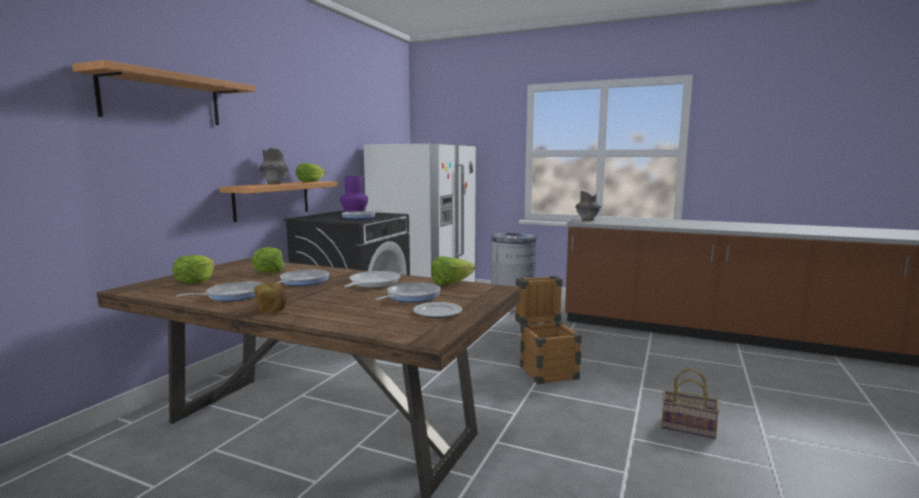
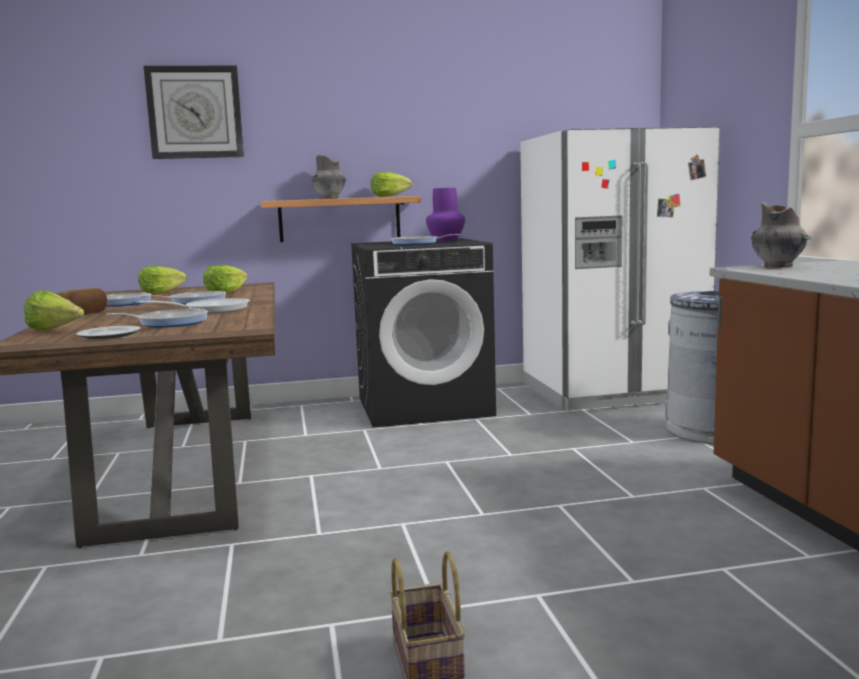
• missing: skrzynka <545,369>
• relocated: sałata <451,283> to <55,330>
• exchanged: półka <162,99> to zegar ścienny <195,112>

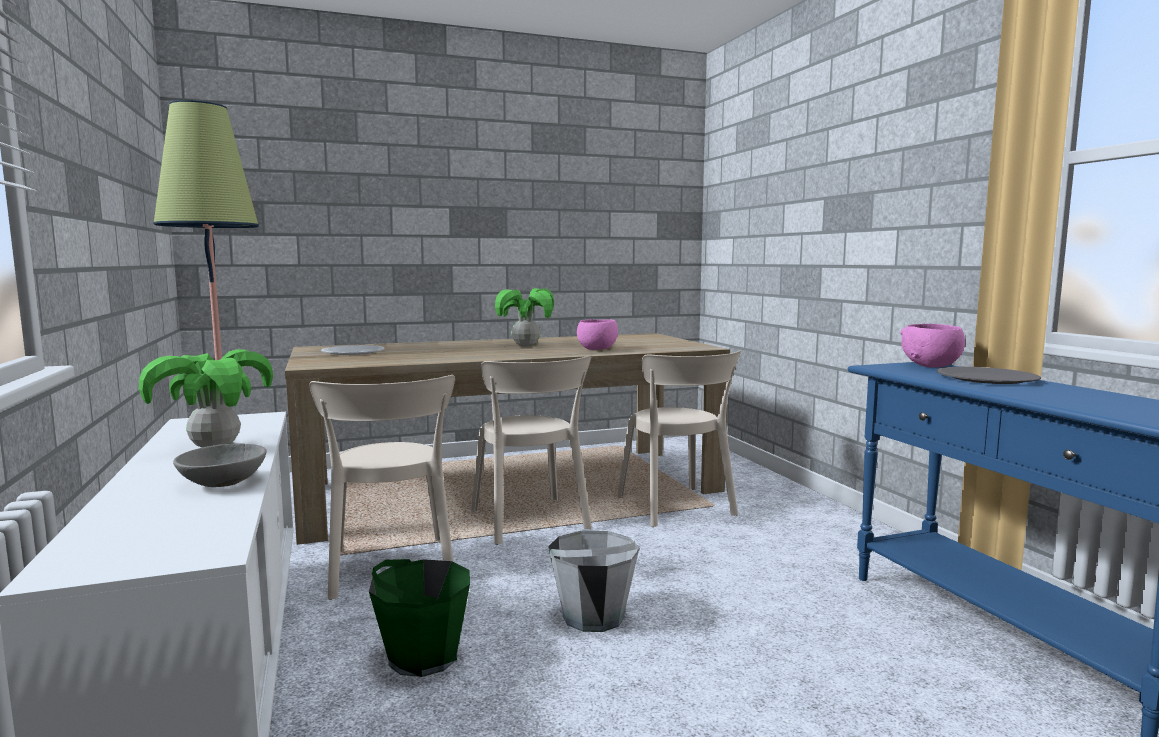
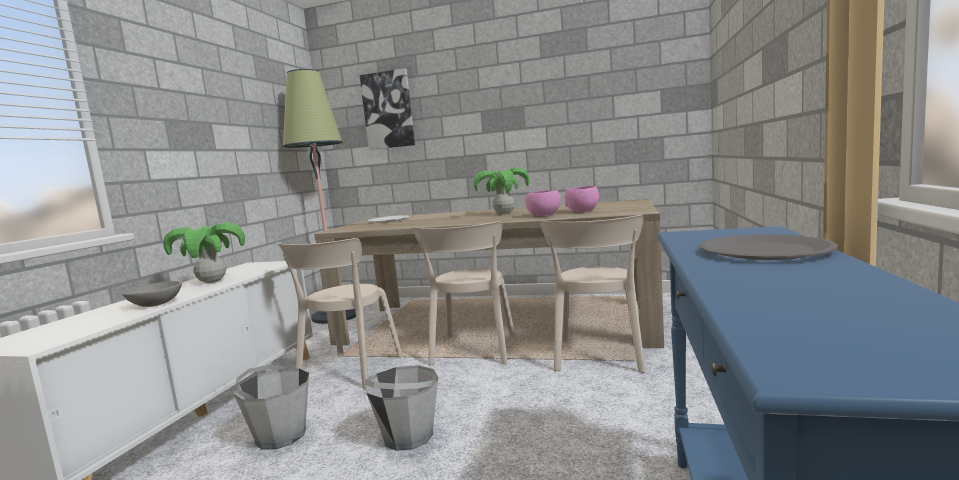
• appeared: obraz <388,110>
• relocated: miska [różowy] <932,366> to <582,211>
• colour: wiadro [zielony] <422,657> to wiadro [szary] <281,436>

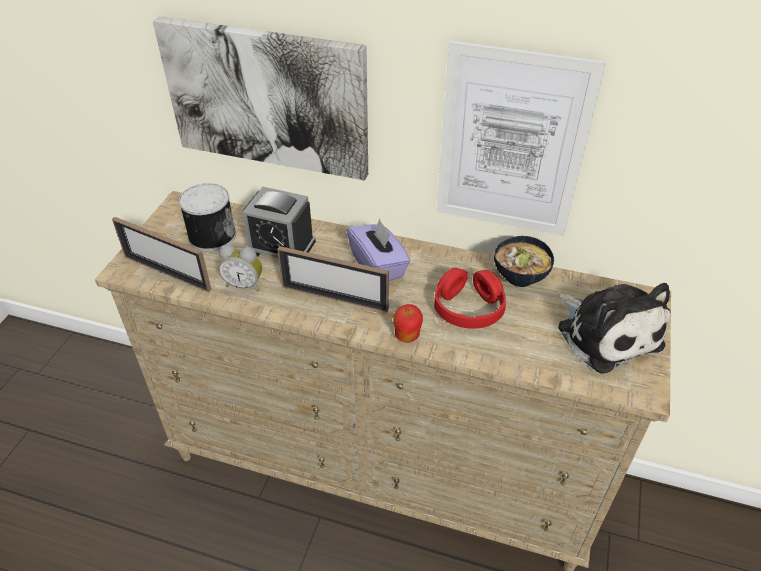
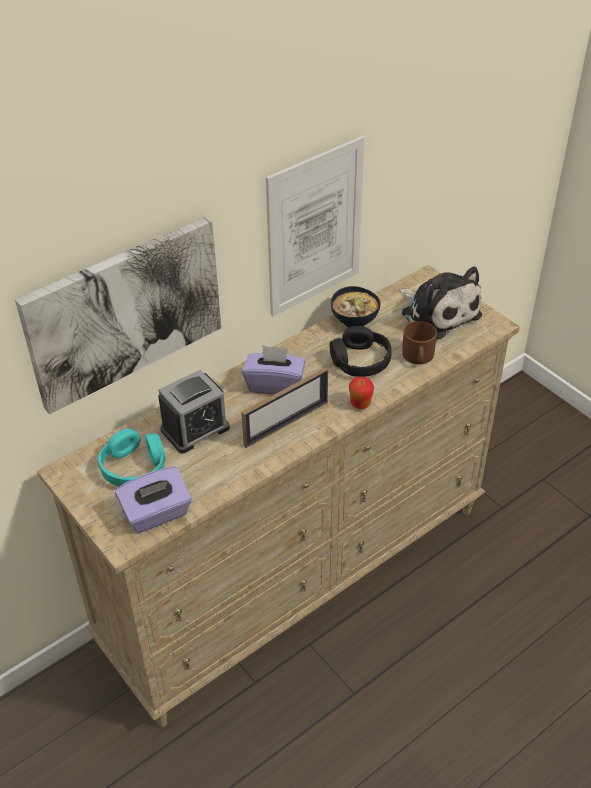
• missing: budzik <244,284>
• appeared: kubek [brązowy] <418,356>
• exchanged: ramka na zdjęcie <167,273> to pudełko chusteczek [fioletowy] <157,514>
• exchanged: puszka <211,235> to słuchawki [turkusowy] <134,467>
• colour: słuchawki [czerwony] <468,307> to słuchawki [czarny] <360,360>
• spun: pluszak <605,333> = <438,312> 45 degrees clockwise

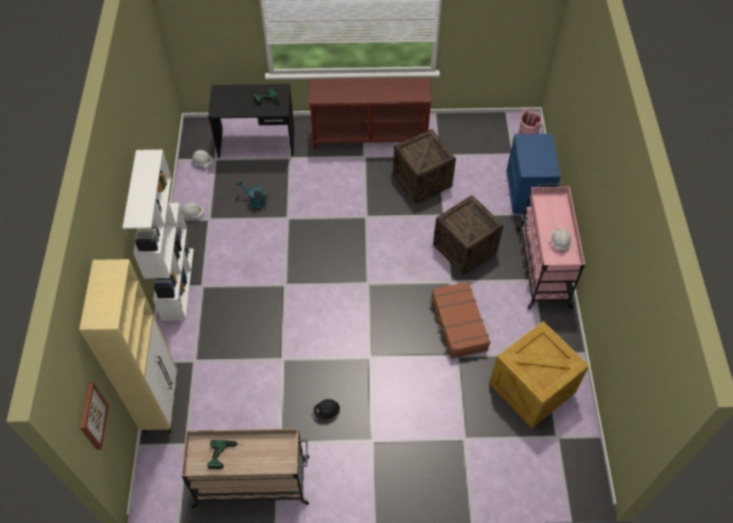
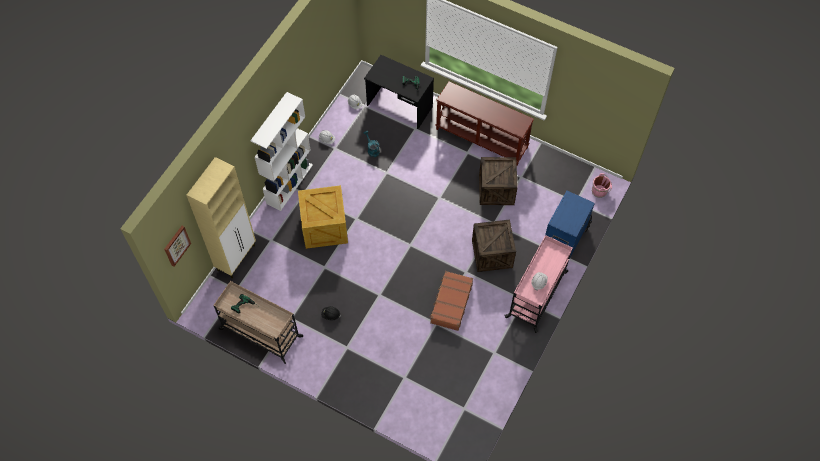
• relocated: skrzynka <530,387> to <324,226>

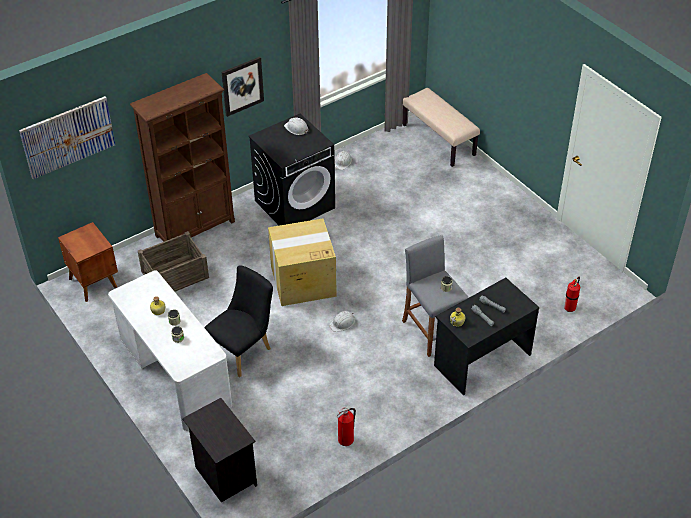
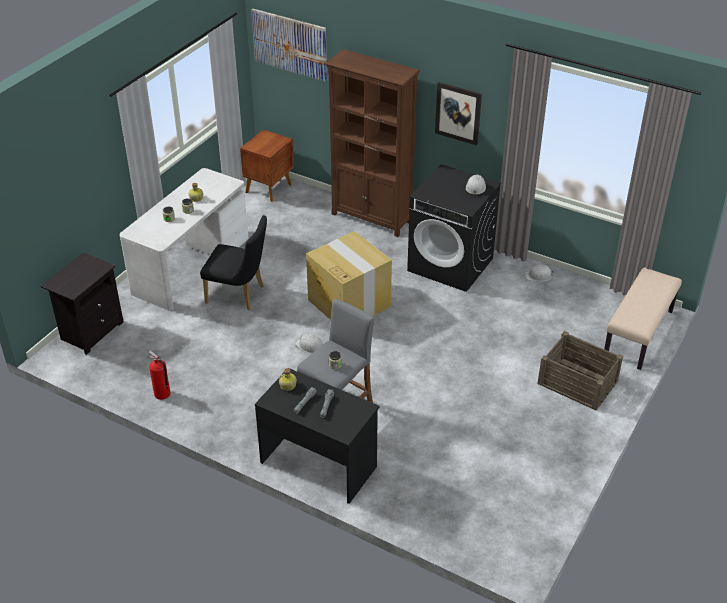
• missing: gaśnica <570,308>
• relocated: skrzynka <175,274> to <577,383>

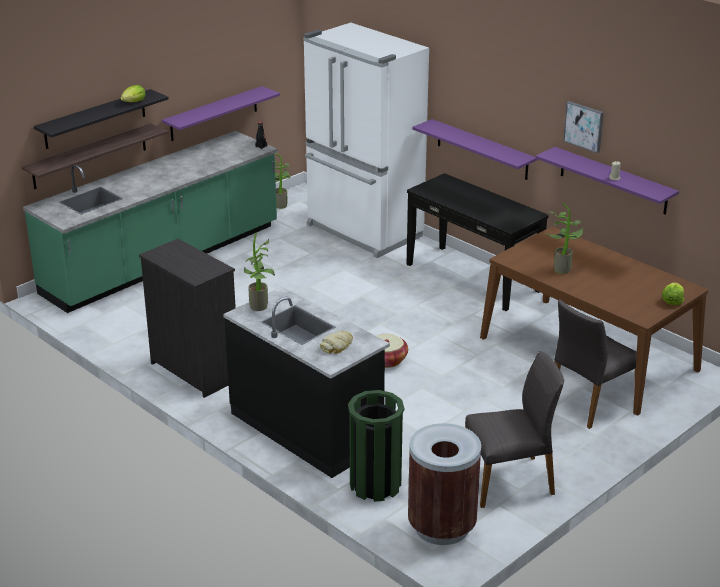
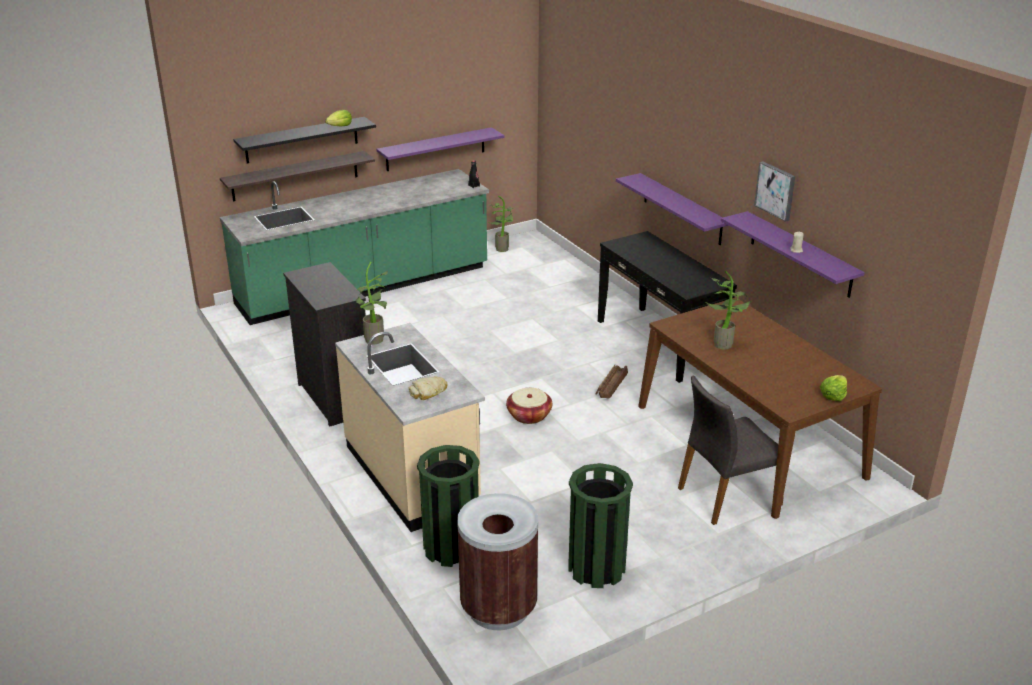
• missing: lodówka [biały] <363,232>
• appeared: skrzynka <611,386>
• exchanged: krzesło [szary] <509,480> to kosz na śmieci [zielony] <596,568>
• colour: zabudowa kuchenna [czarny] <307,429> to zabudowa kuchenna [beżowy] <413,475>

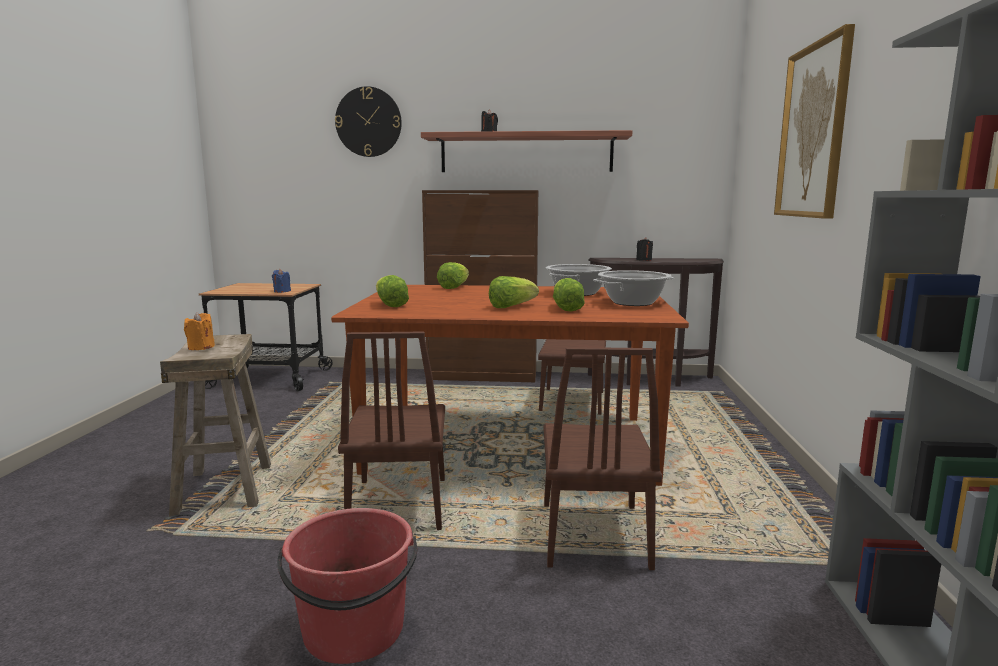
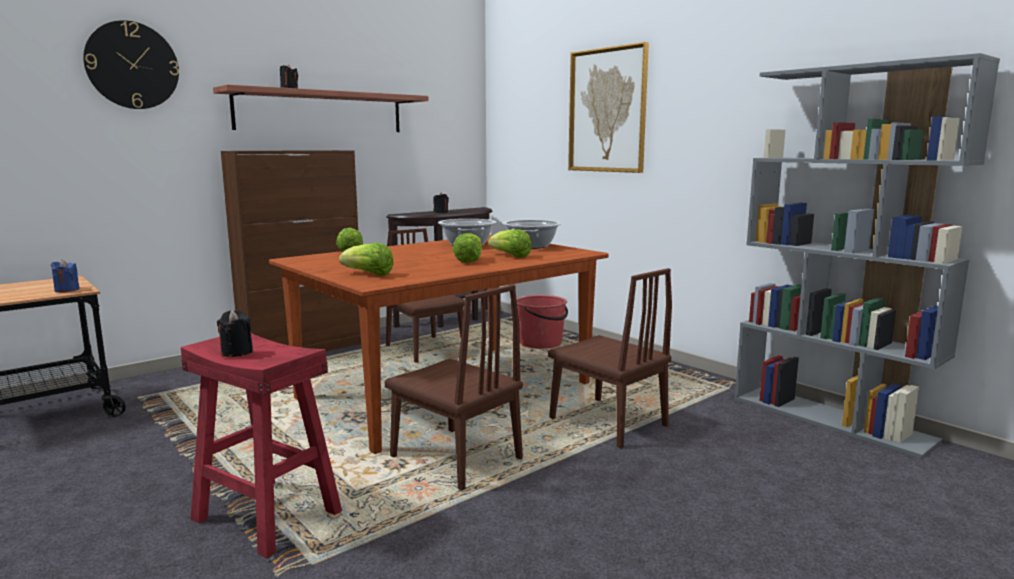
• relocated: wiadro [czerwony] <354,631> to <541,343>
• colour: stołek [beżowy] <223,488> to stołek [czerwony] <265,516>
• colour: świeca [pomarańczowy] <201,347> to świeca [czarny] <237,352>

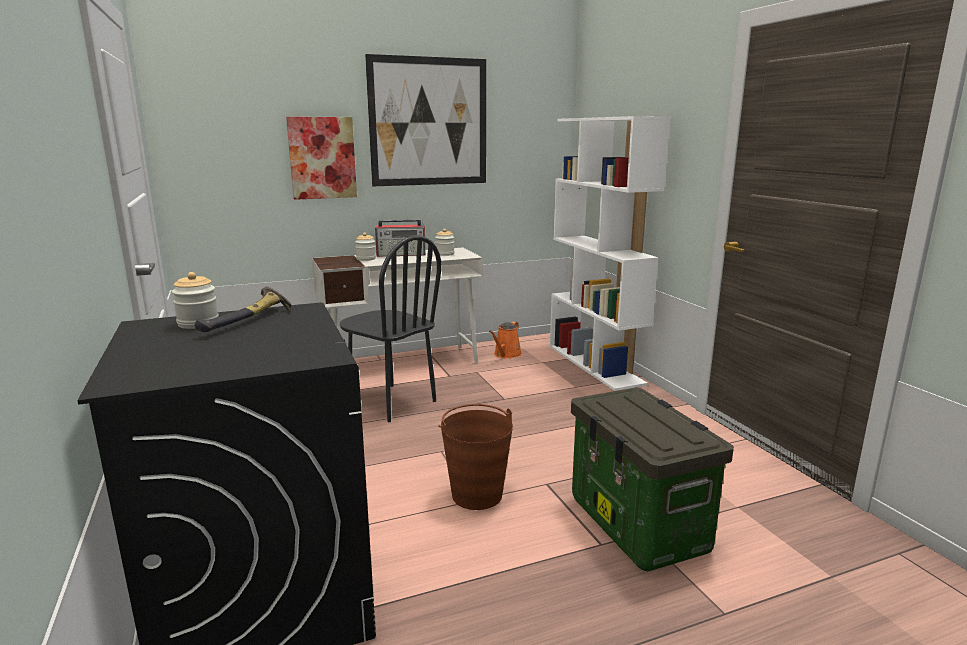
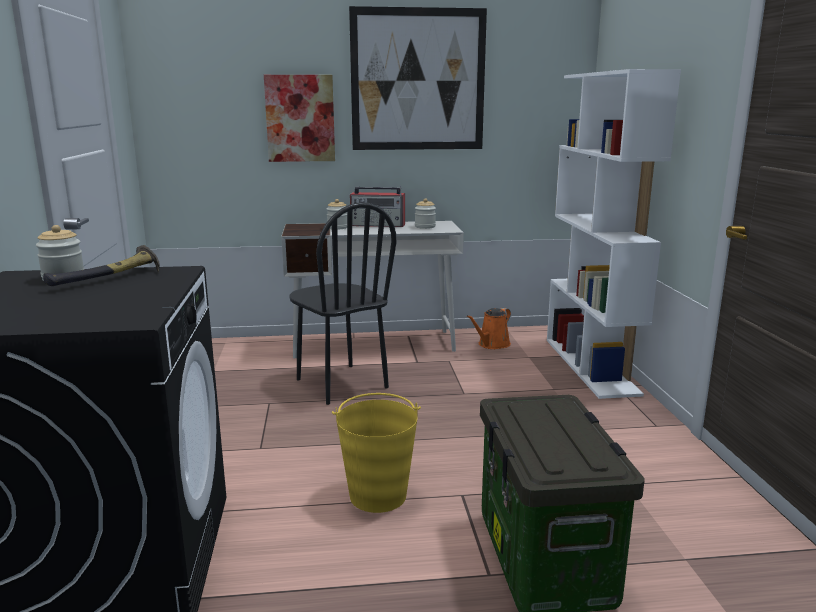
• colour: wiadro [brązowy] <477,495> to wiadro [żółty] <378,495>

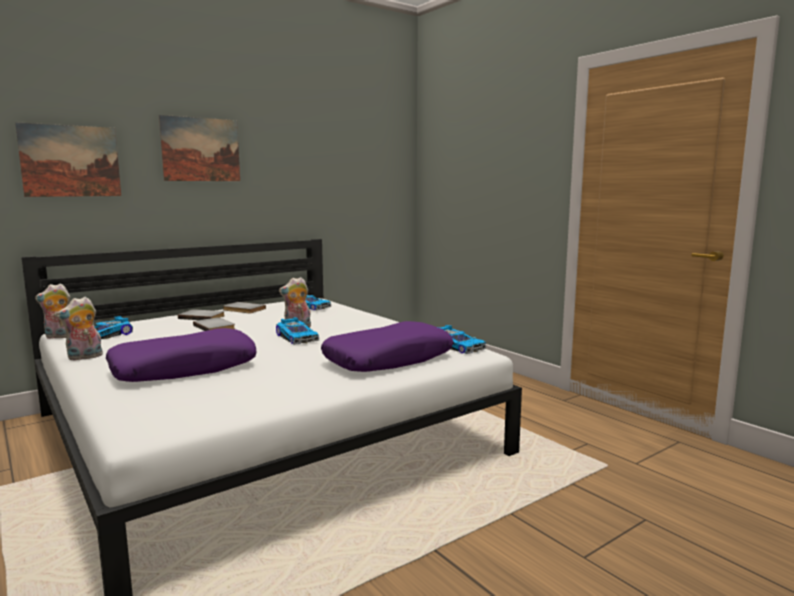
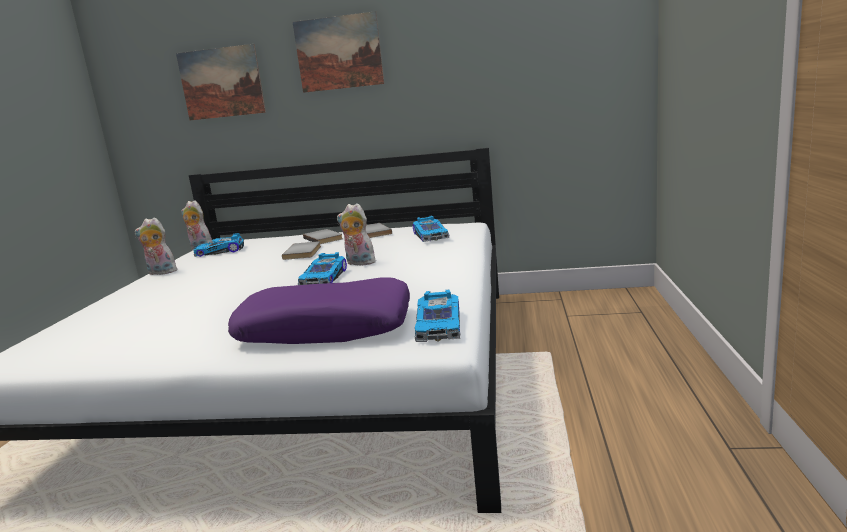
• missing: poduszka [fioletowy] <184,369>

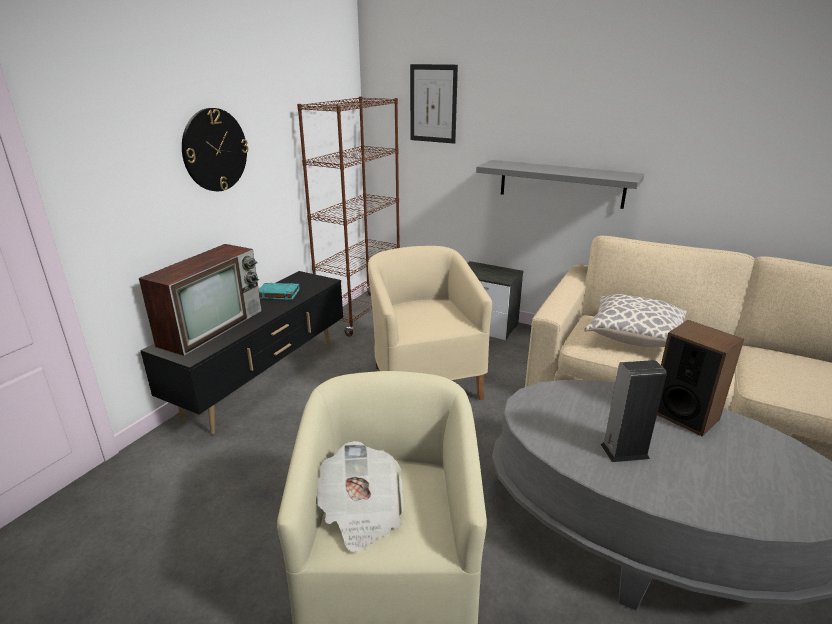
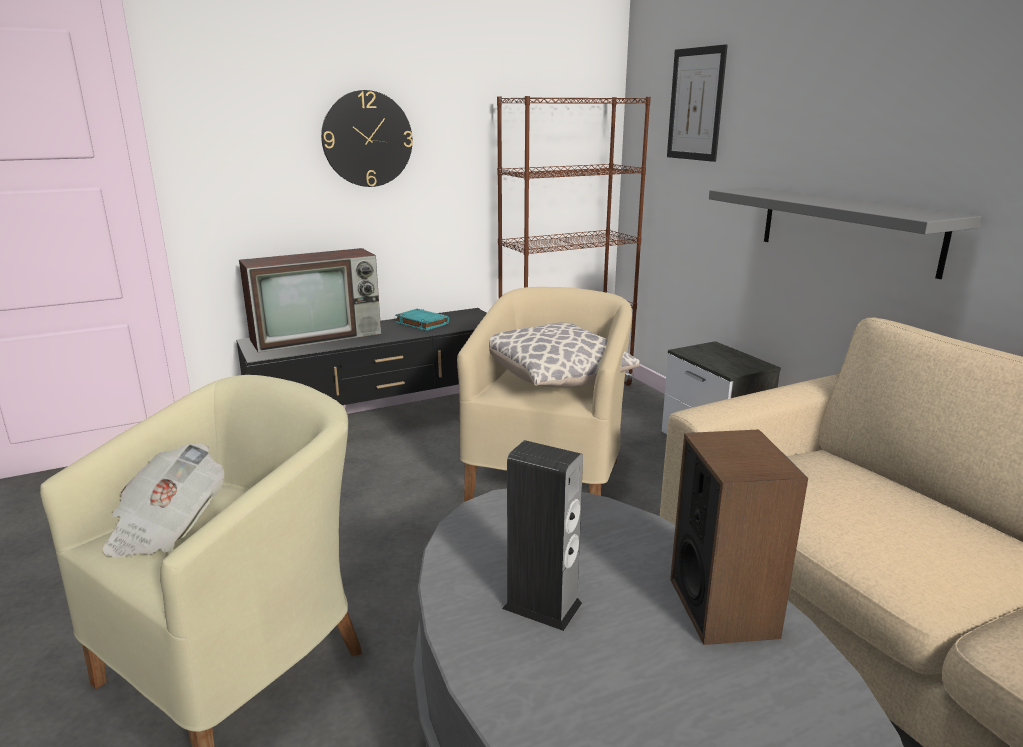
• relocated: poduszka <633,337> to <555,379>

